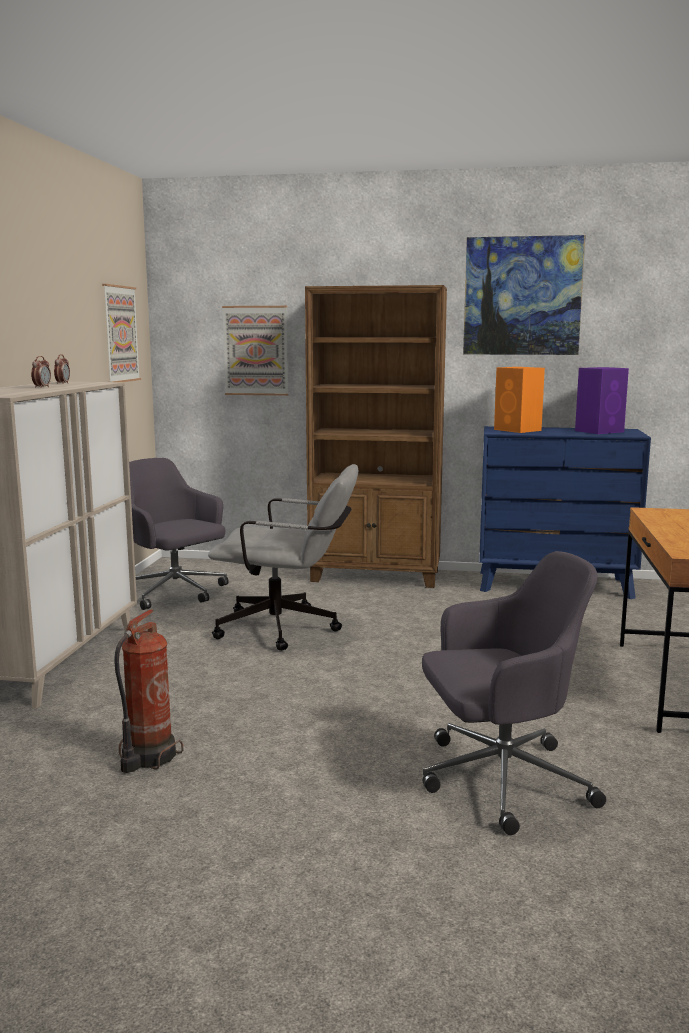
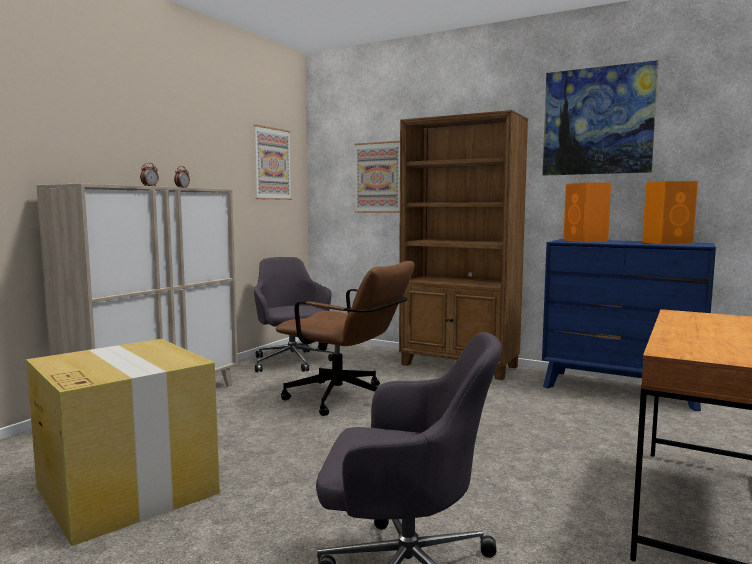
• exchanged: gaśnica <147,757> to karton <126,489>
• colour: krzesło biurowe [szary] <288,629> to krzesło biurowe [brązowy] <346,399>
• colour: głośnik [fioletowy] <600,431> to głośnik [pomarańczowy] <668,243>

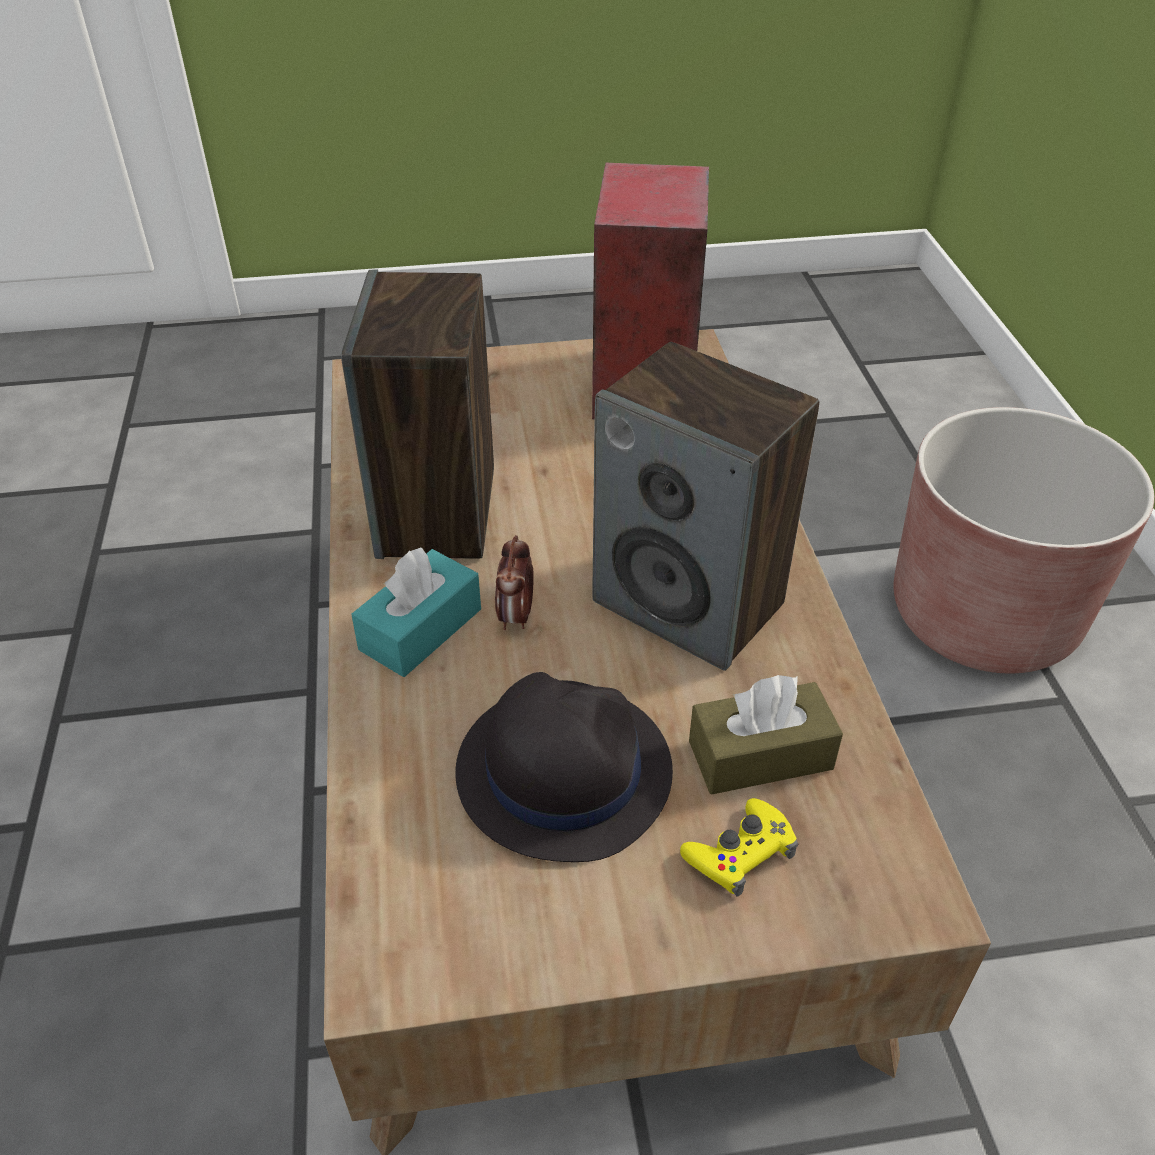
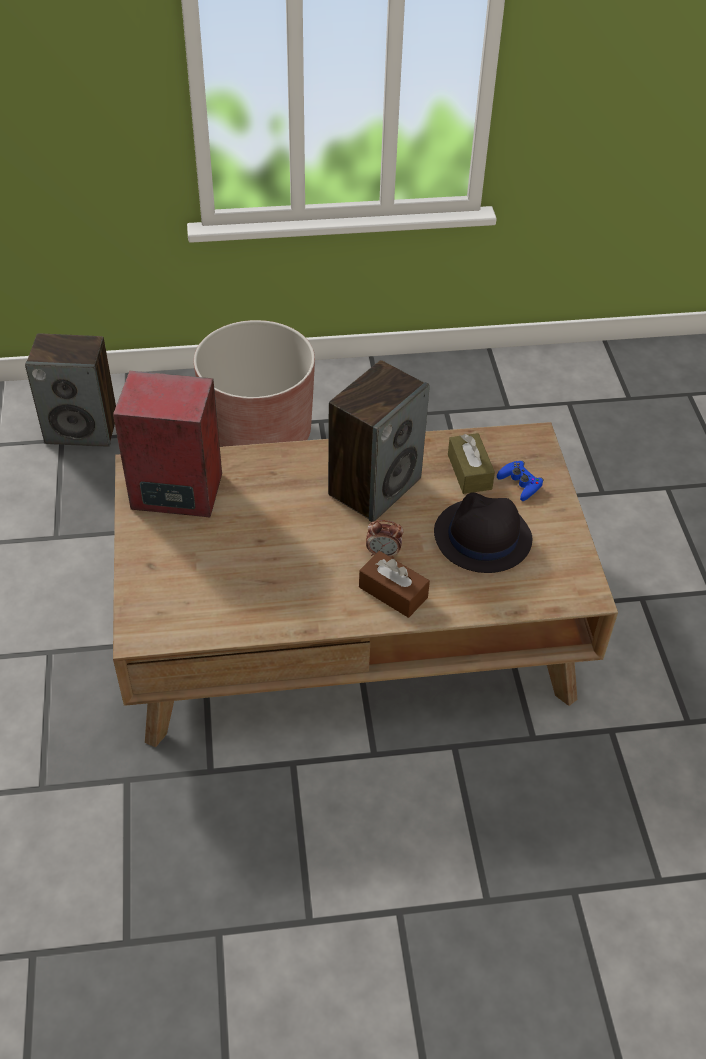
• relocated: głośnik <438,513> to <82,429>
• colour: pudełko chusteczek [turkusowy] <420,629> to pudełko chusteczek [brązowy] <393,592>
• colour: pad do gier [żółty] <740,853> to pad do gier [niebieski] <520,483>

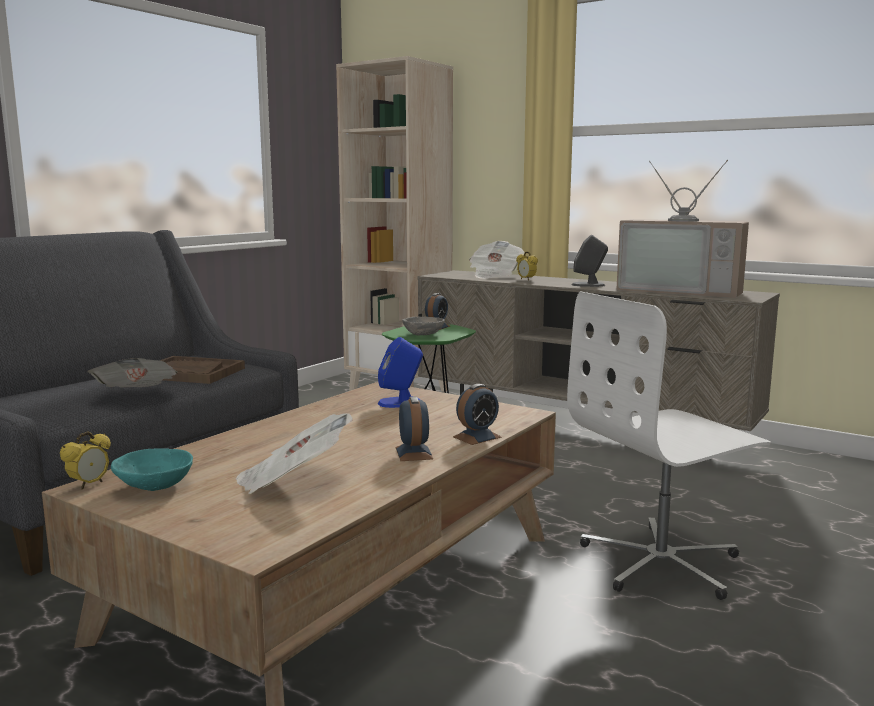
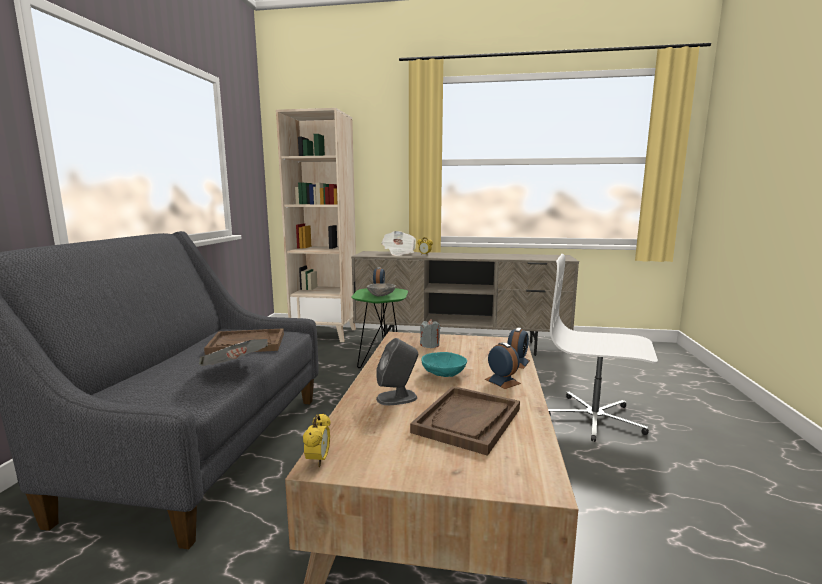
• missing: telewizor <681,290>
• relocated: miska [turkusowy] <153,487> to <443,375>
• relocated: głośnik [szary] <588,285> to <397,398>
• exchanged: gazeta <292,482> to taca [brązowy] <467,421>
• exchanged: głośnik [niebieski] <400,402> to świeca [szary] <430,345>
• spun: krzesło biurowe [biały] <662,563> = <594,418> 75 degrees clockwise

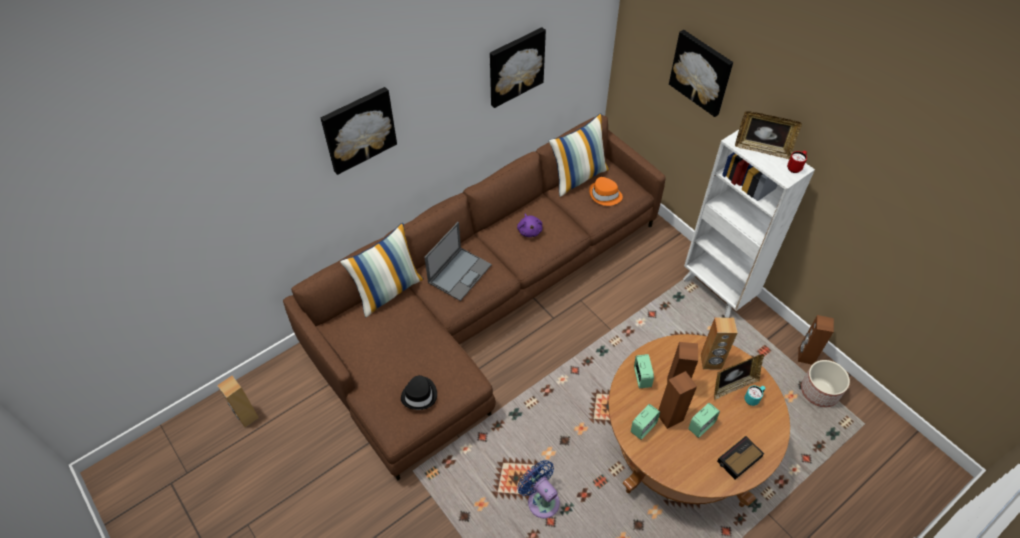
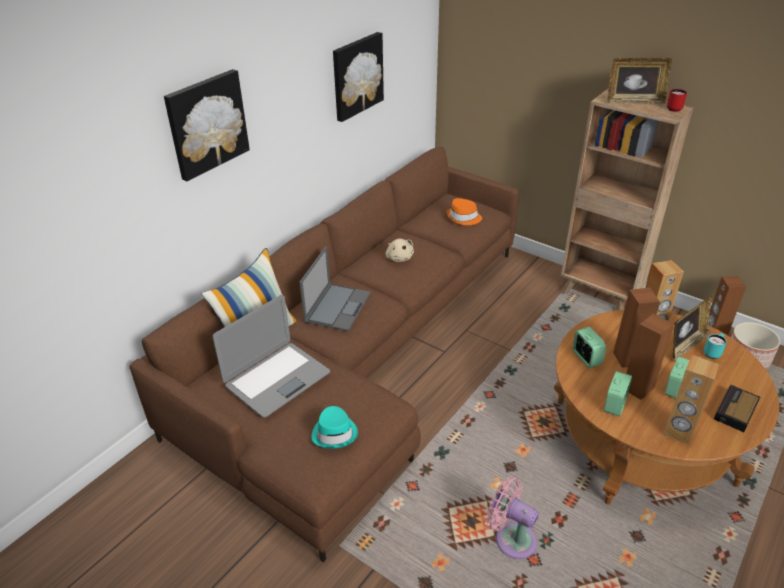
• missing: poduszka <578,176>
• missing: obraz <701,72>
• appeared: laptop <276,379>
• relocated: głośnik [brązowy] <247,417> to <678,432>
• colour: kapelusz [czarny] <420,395> to kapelusz [turkusowy] <335,433>
• colour: pluszak [fioletowy] <529,230> to pluszak [beżowy] <399,258>
• colour: wentylator [niebieski] <541,500> to wentylator [różowy] <511,538>
• colour: regał [biały] <717,291> to regał [brązowy] <599,296>

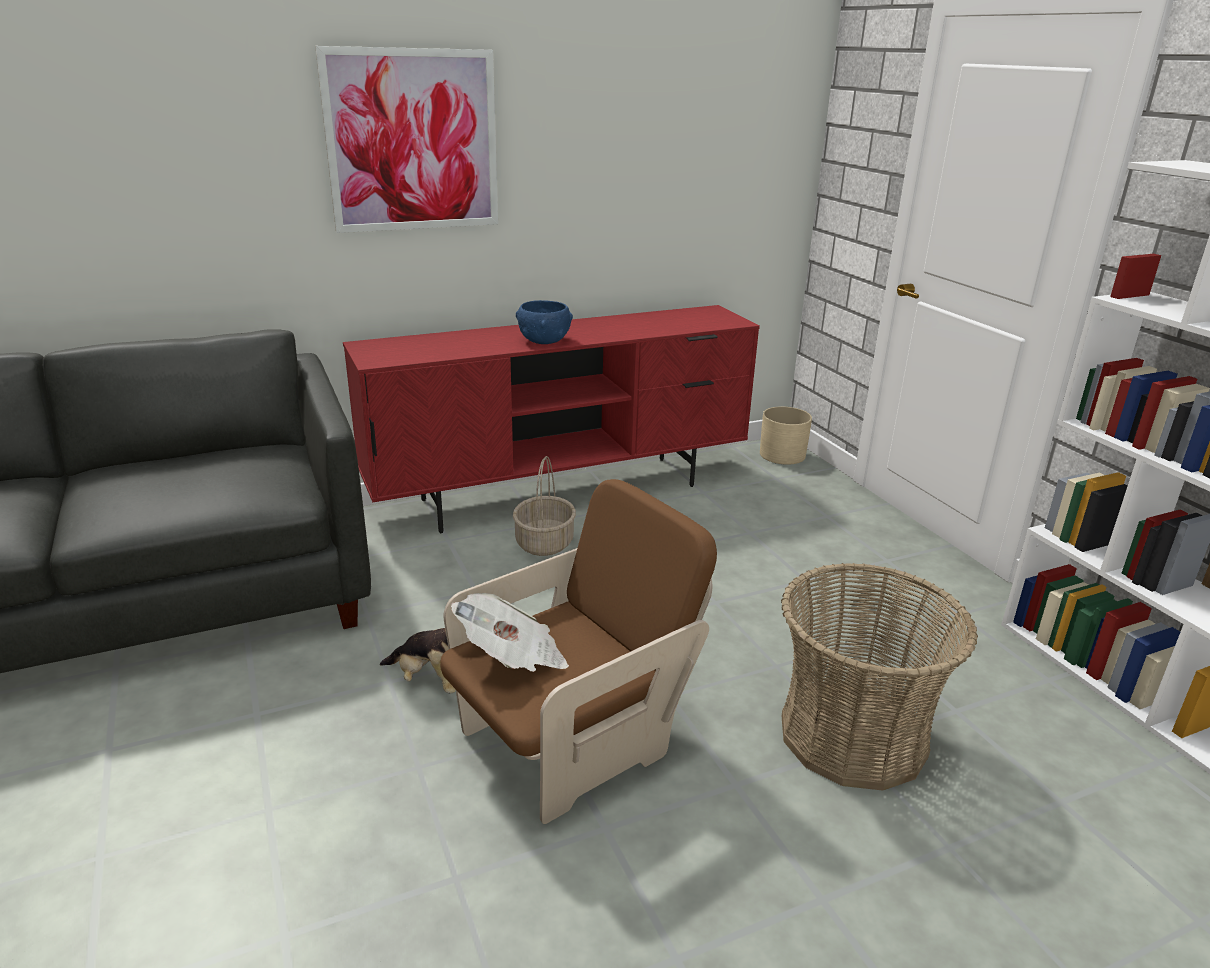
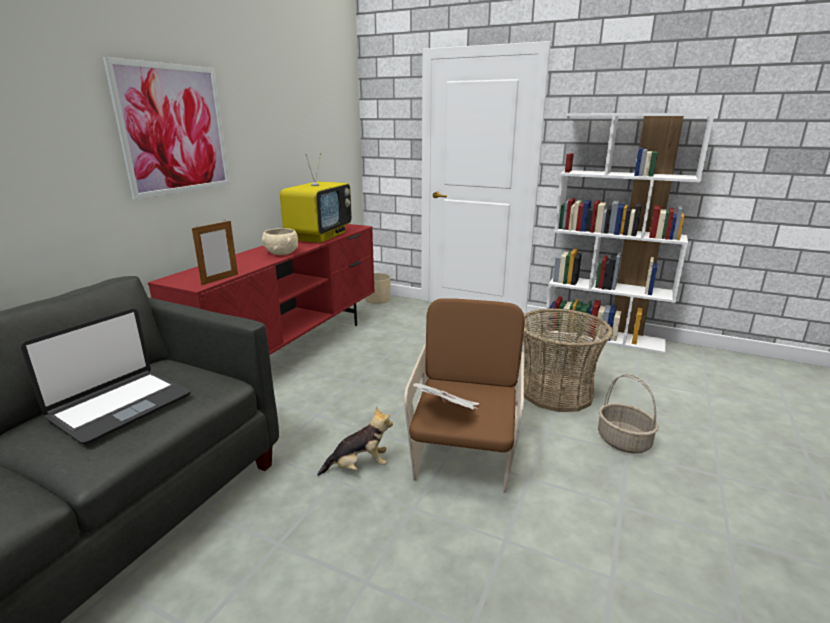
• appeared: laptop <120,406>
• appeared: ramka na zdjęcie <220,279>
• appeared: telewizor <319,236>
• relocated: koszyk <545,543> to <624,441>
• colour: miska [niebieski] <544,340> to miska [beżowy] <281,253>

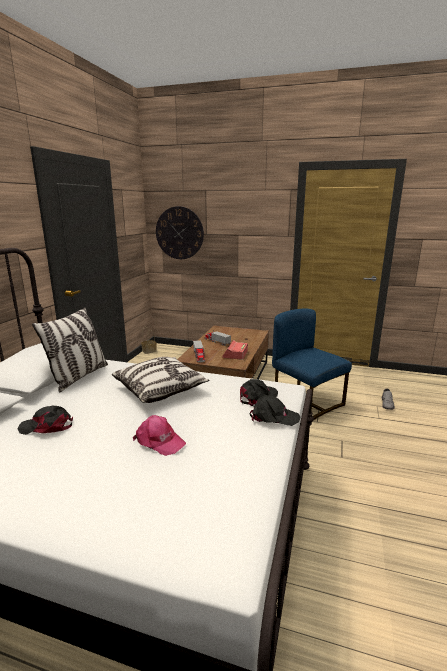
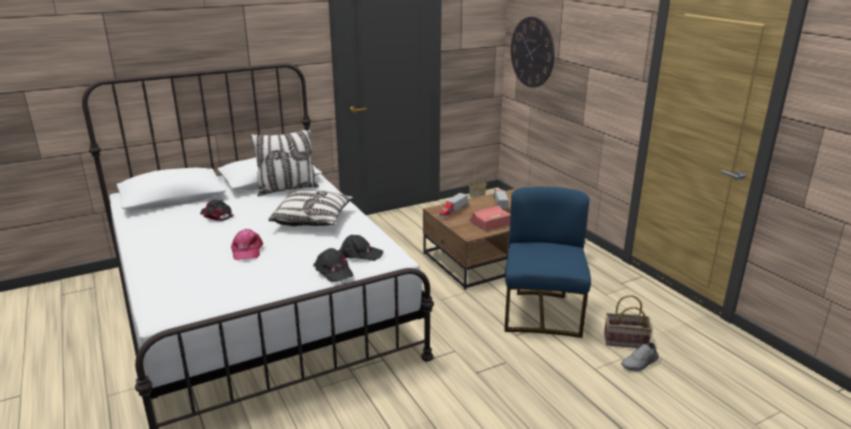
• appeared: koszyk <624,341>

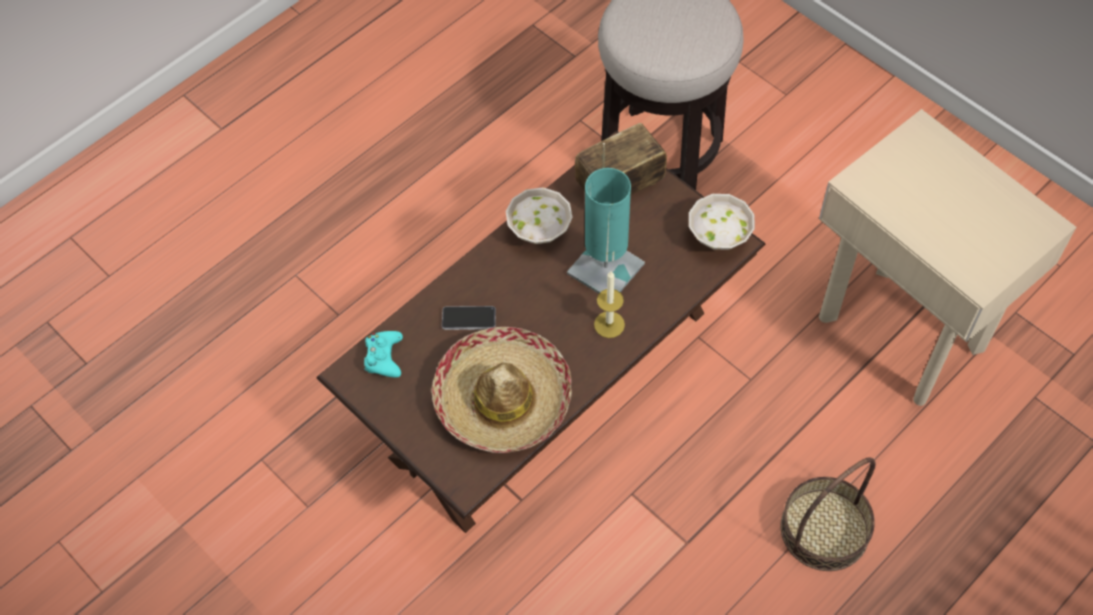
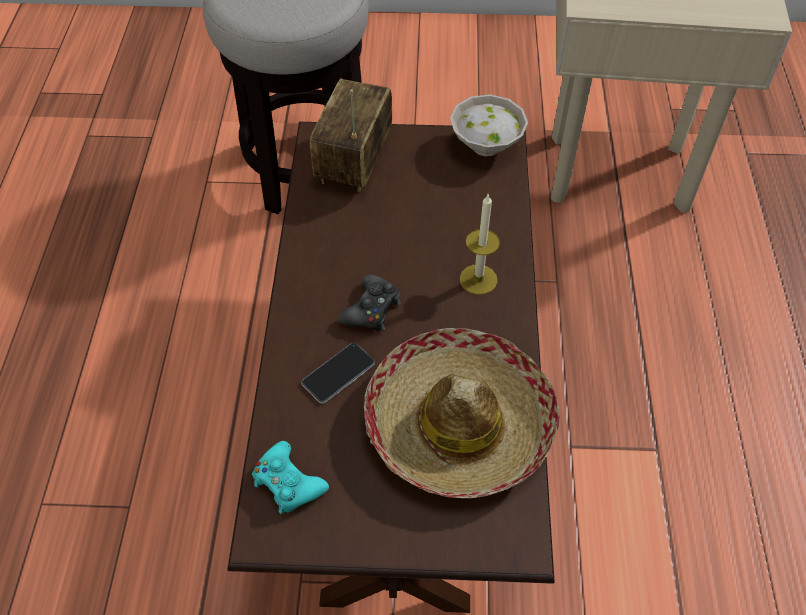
• missing: miska [biały] <541,231>
• missing: lampa stołowa [turkusowy] <605,269>
• missing: koszyk <824,529>
• appeared: pad do gier [czarny] <371,310>

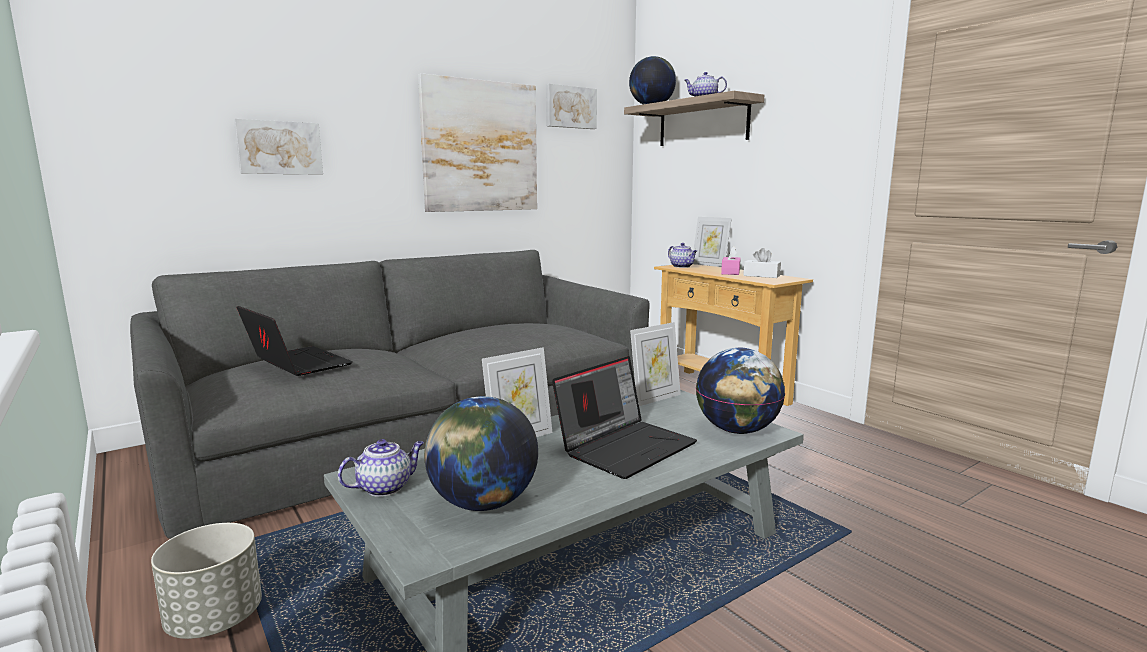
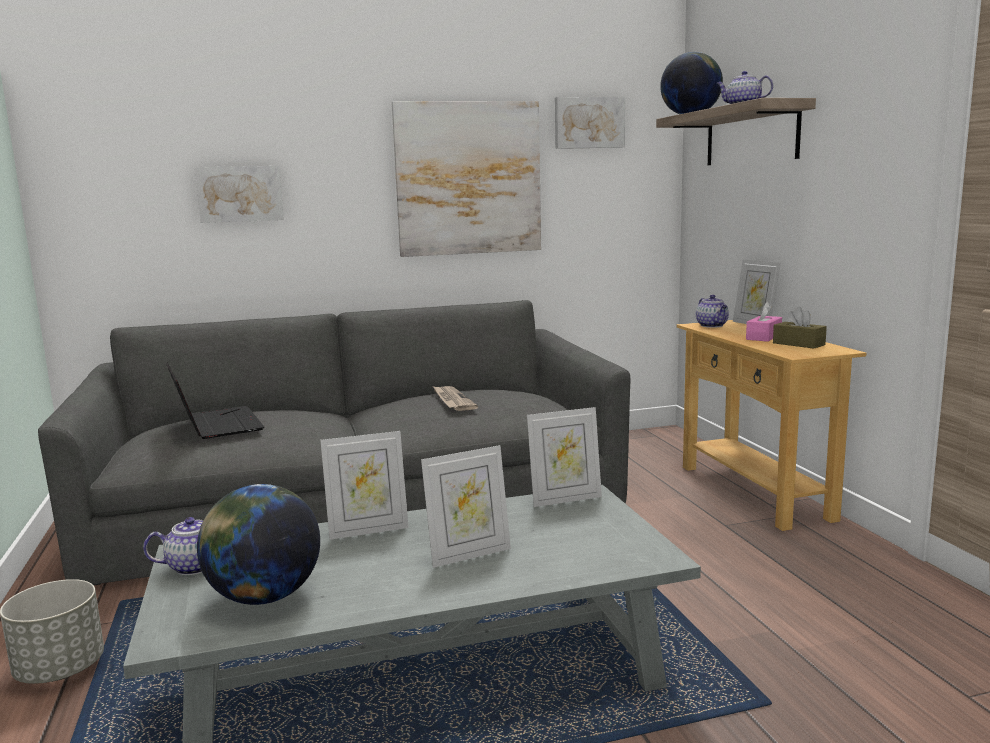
• missing: globus <736,430>
• appeared: gazeta <452,400>
• exchanged: laptop <625,446> to ramka na zdjęcie <469,554>
• colour: pudełko chusteczek [biały] <761,275> to pudełko chusteczek [brązowy] <798,344>

